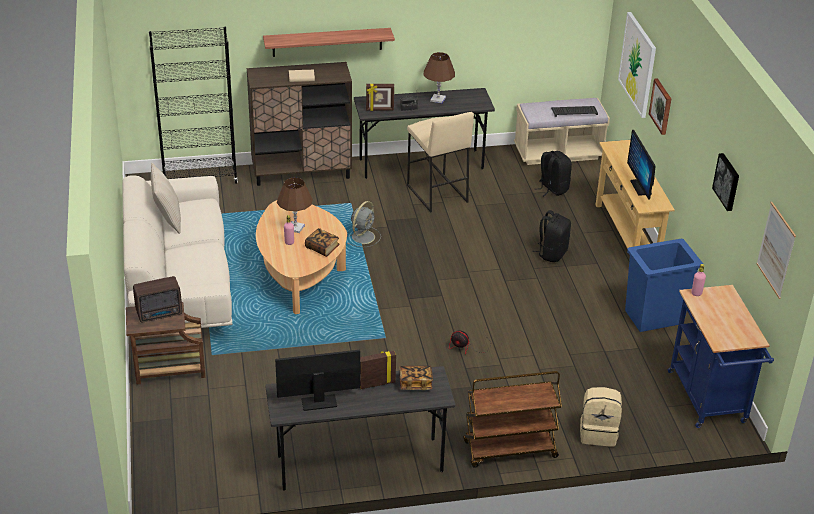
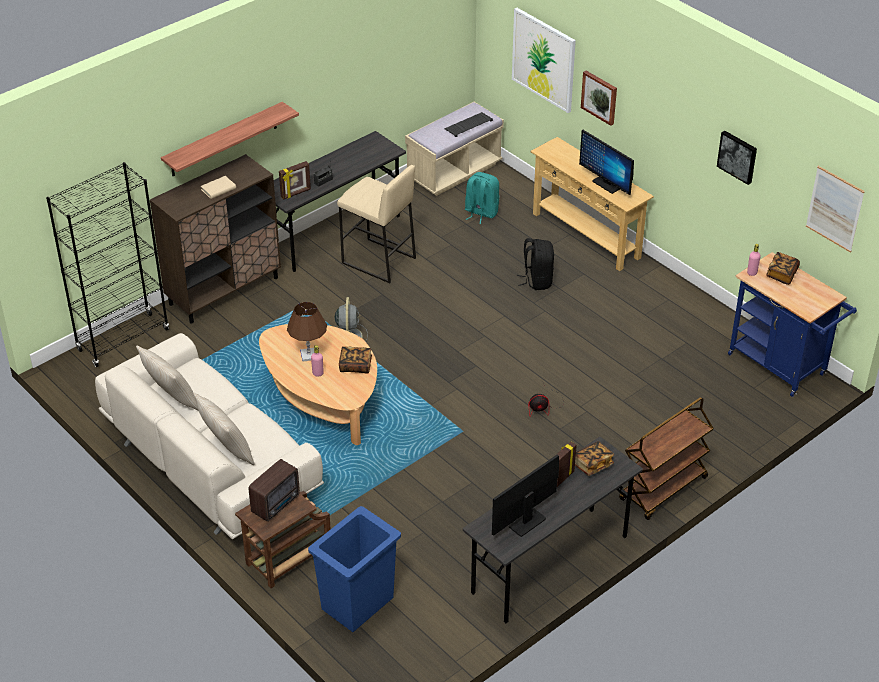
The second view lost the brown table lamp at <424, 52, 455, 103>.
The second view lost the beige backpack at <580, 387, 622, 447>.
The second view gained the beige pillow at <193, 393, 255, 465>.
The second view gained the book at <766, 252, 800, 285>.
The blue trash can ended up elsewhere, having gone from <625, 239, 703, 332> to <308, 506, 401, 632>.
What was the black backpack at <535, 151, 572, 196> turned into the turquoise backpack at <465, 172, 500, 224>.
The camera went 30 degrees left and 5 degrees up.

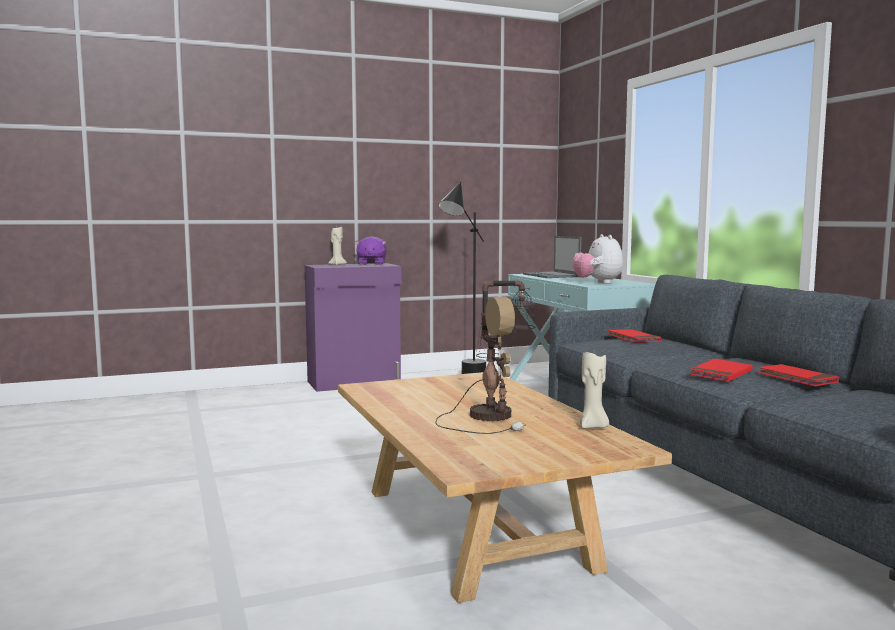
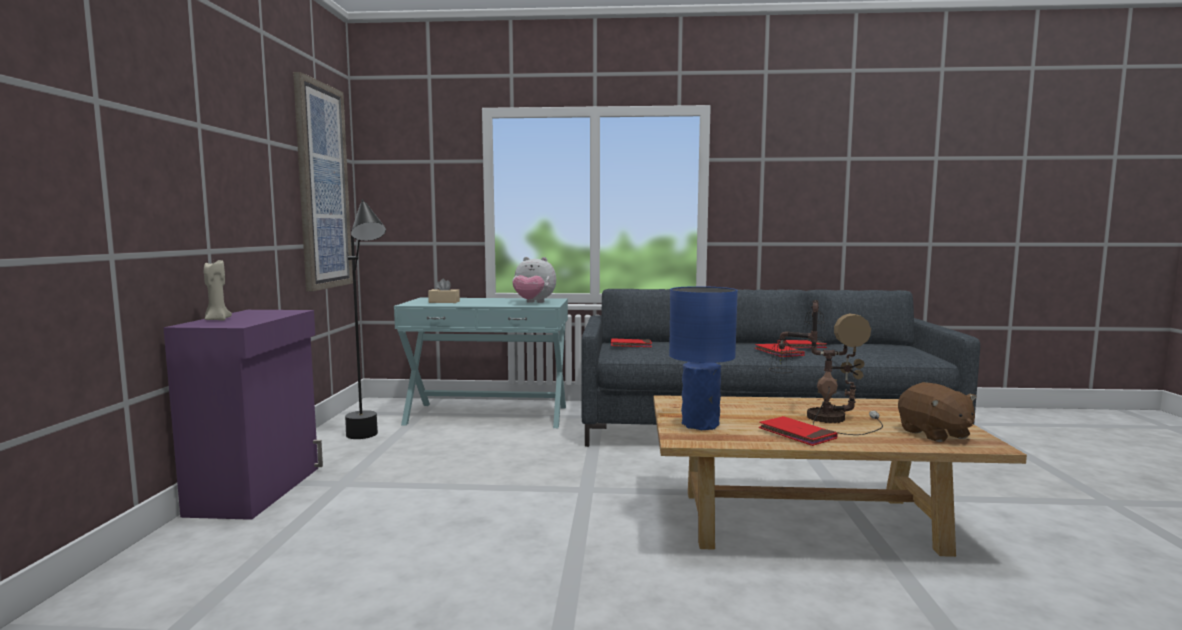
The second view lost the purple plush toy at <354, 236, 387, 265>.
The second view lost the beige candle at <580, 349, 609, 429>.
The second view gained the picture at <293, 72, 353, 291>.
The second view gained the blue table lamp at <669, 286, 738, 430>.
The second view gained the red book at <759, 416, 838, 446>.
The second view gained the brown plush toy at <898, 382, 976, 442>.
Where the laptop stood at <523, 236, 581, 278>, the beige tissue box came to stand at <428, 279, 460, 303>.
The camera went 65 degrees left and 0 degrees up.

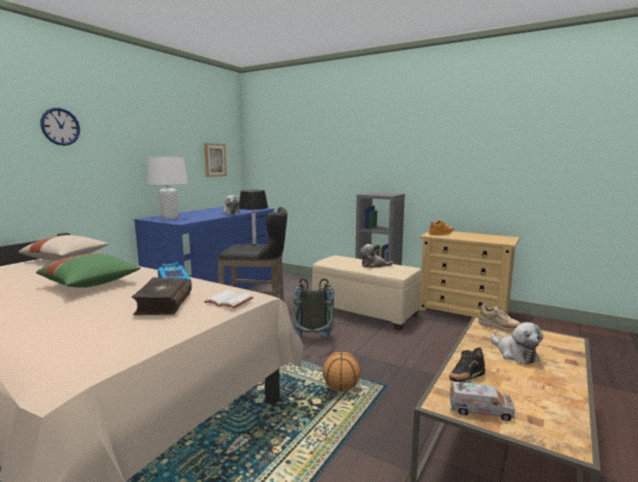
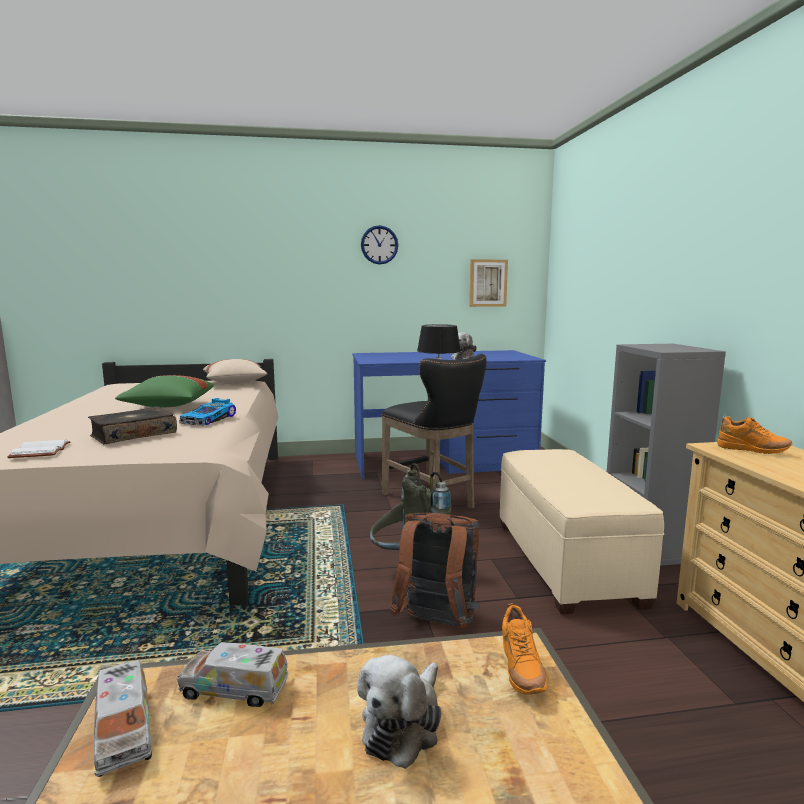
The second view lost the white table lamp at <147, 157, 188, 220>.
The second view lost the basketball at <322, 352, 361, 391>.
The second view lost the plush toy at <360, 244, 394, 268>.
The second view gained the brown backpack at <390, 513, 480, 628>.
The wall clock ended up elsewhere, having gone from <40, 108, 80, 146> to <361, 225, 398, 264>.
The white book ended up elsewhere, having gone from <204, 290, 254, 308> to <7, 440, 70, 458>.
Where the black shoe stood at <449, 347, 485, 383>, the toy truck came to stand at <178, 642, 289, 707>.
What was the beige shoe at <478, 305, 521, 331> turned into the orange shoe at <502, 603, 547, 694>.
The camera went 50 degrees right and 0 degrees up.

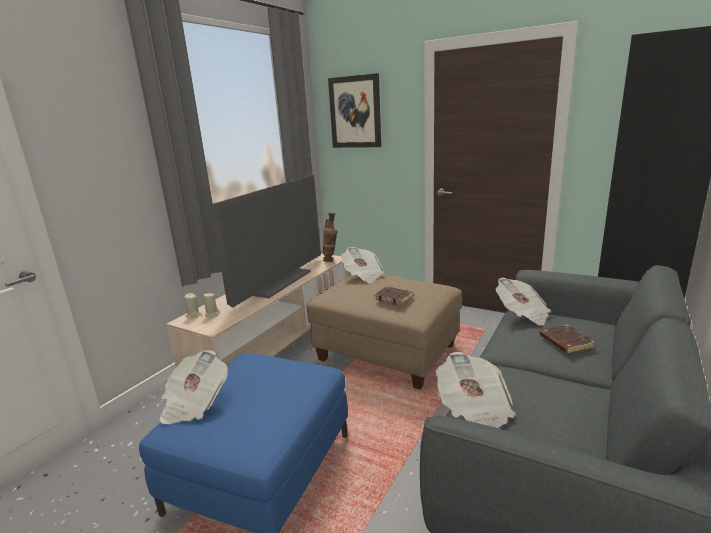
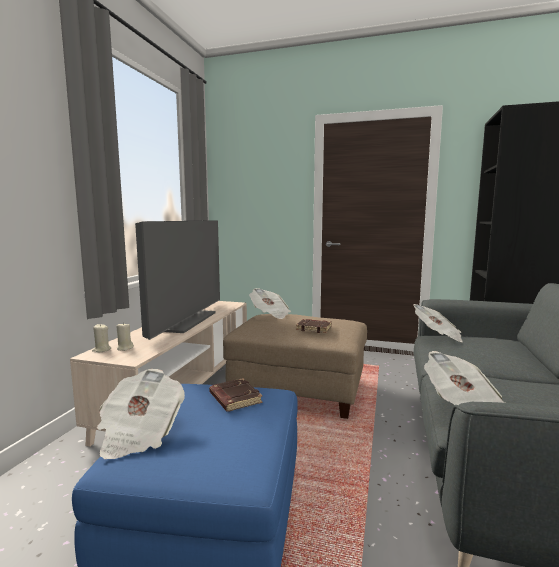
The second view lost the vase at <323, 213, 338, 262>.
The second view lost the picture at <328, 73, 381, 148>.
The brown book ended up elsewhere, having gone from <540, 324, 595, 354> to <209, 378, 263, 412>.
The camera went 15 degrees left and 10 degrees down.

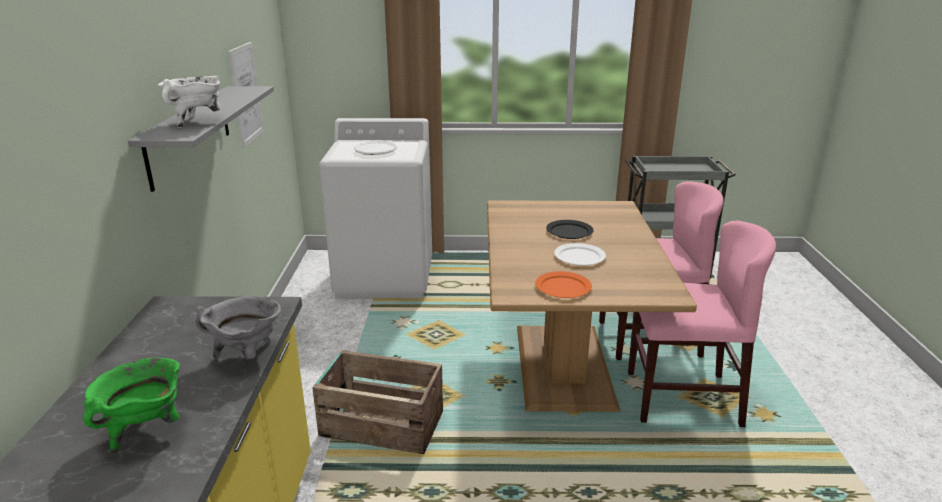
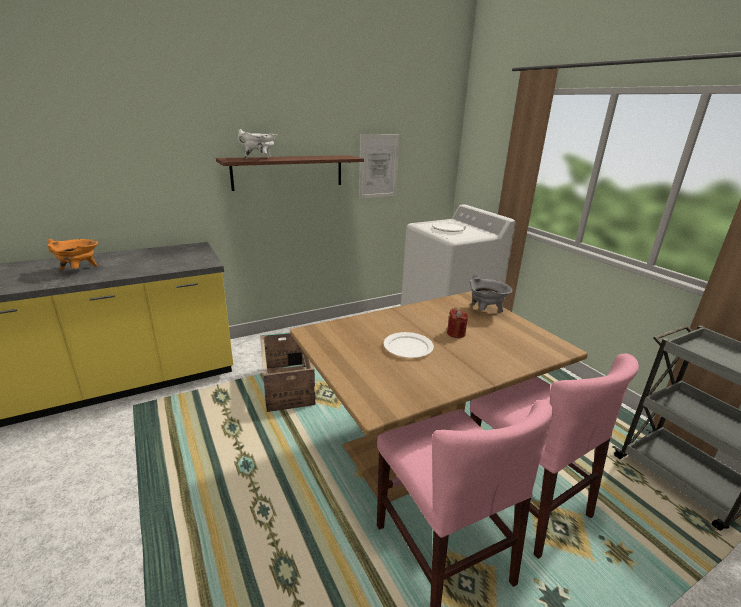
The second view lost the orange plate at <535, 271, 592, 298>.
The grey cooking pot ended up elsewhere, having gone from <195, 296, 281, 359> to <469, 274, 513, 312>.
Where the black plate stood at <546, 220, 594, 239>, the red candle came to stand at <447, 309, 468, 338>.
What was the green cooking pot at <83, 358, 180, 454> turned into the orange cooking pot at <47, 239, 98, 271>.
What was the grey shelf at <128, 86, 274, 192> turned into the brown shelf at <216, 155, 364, 191>.
The camera went 60 degrees right and 0 degrees up.

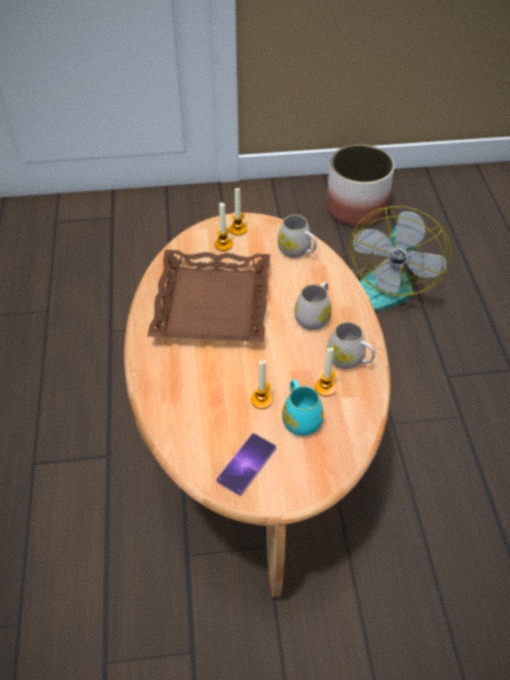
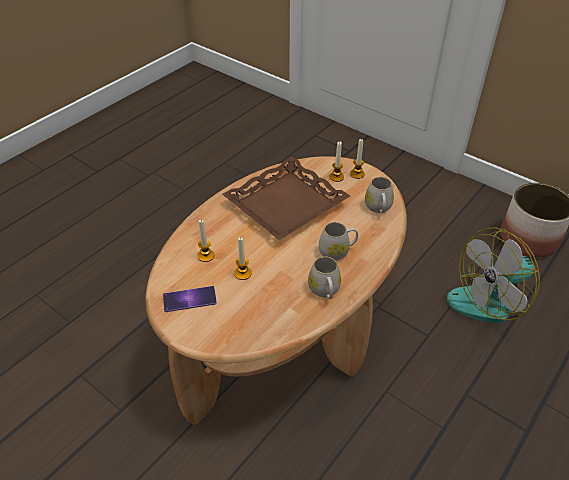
The second view lost the turquoise mug at <282, 380, 324, 436>.
The candle ended up elsewhere, having gone from <315, 347, 337, 396> to <198, 220, 214, 262>.
The camera went 45 degrees right and 5 degrees down.

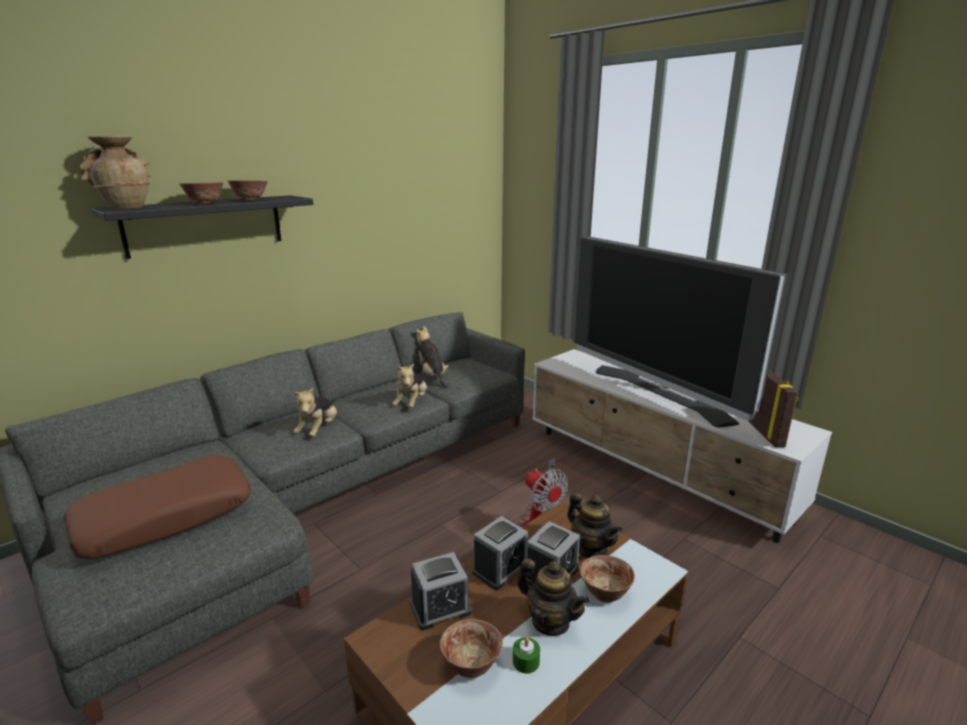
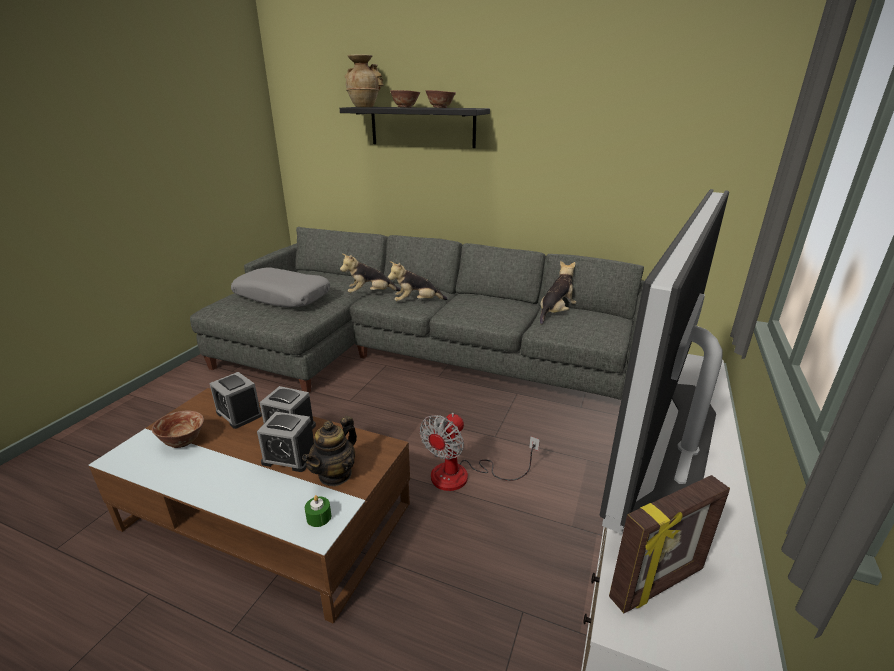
The second view lost the teapot at <517, 558, 590, 636>.
The second view lost the bowl at <580, 555, 635, 603>.
The plush toy ended up elsewhere, having gone from <392, 363, 427, 408> to <340, 254, 401, 293>.
The green candle ended up elsewhere, having gone from <513, 637, 540, 674> to <305, 495, 331, 527>.
What was the brown pillow at <64, 455, 250, 559> turned into the grey pillow at <231, 267, 330, 307>.
The camera went 65 degrees right and 5 degrees up.

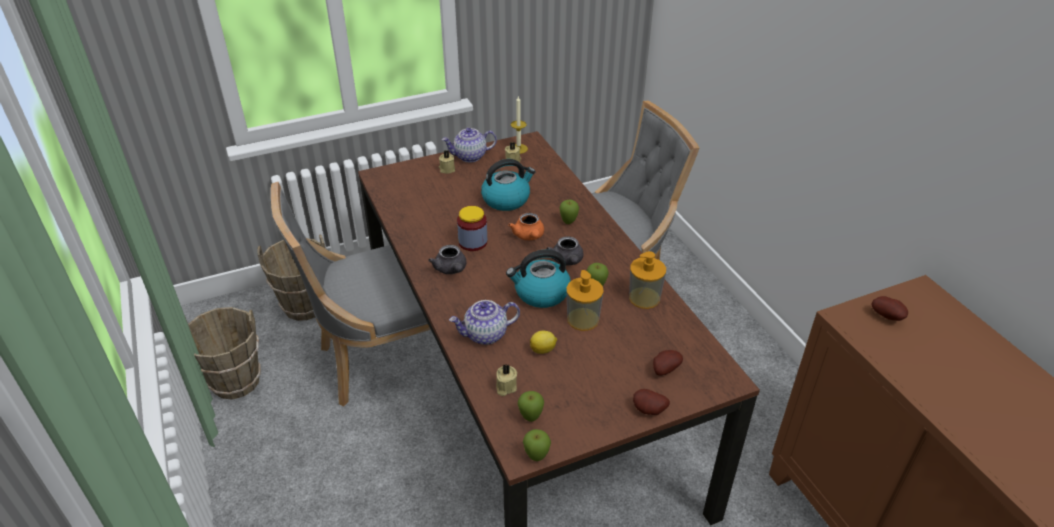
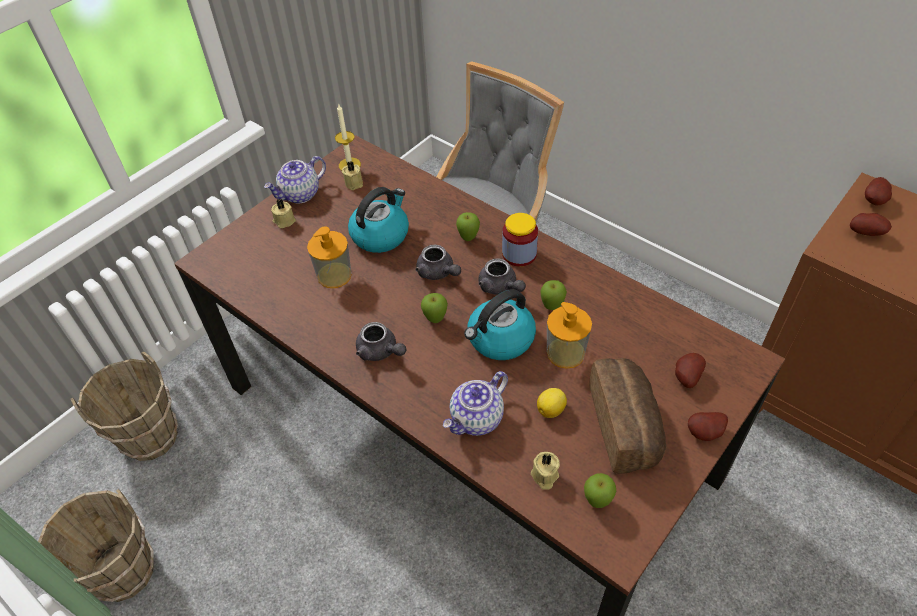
The second view lost the grey chair at <271, 182, 431, 407>.
The second view gained the bread at <589, 358, 666, 474>.
The second view gained the potato at <865, 177, 892, 205>.
The jar ended up elsewhere, having gone from <457, 206, 487, 251> to <502, 213, 538, 267>.
The apple ended up elsewhere, having gone from <523, 429, 551, 461> to <421, 293, 448, 323>.
The soap dispenser ended up elsewhere, having gone from <629, 251, 666, 309> to <307, 227, 352, 288>.
What was the orange teapot at <508, 213, 544, 240> turned into the grey teapot at <415, 245, 461, 280>.
The camera went 25 degrees left and 10 degrees up.

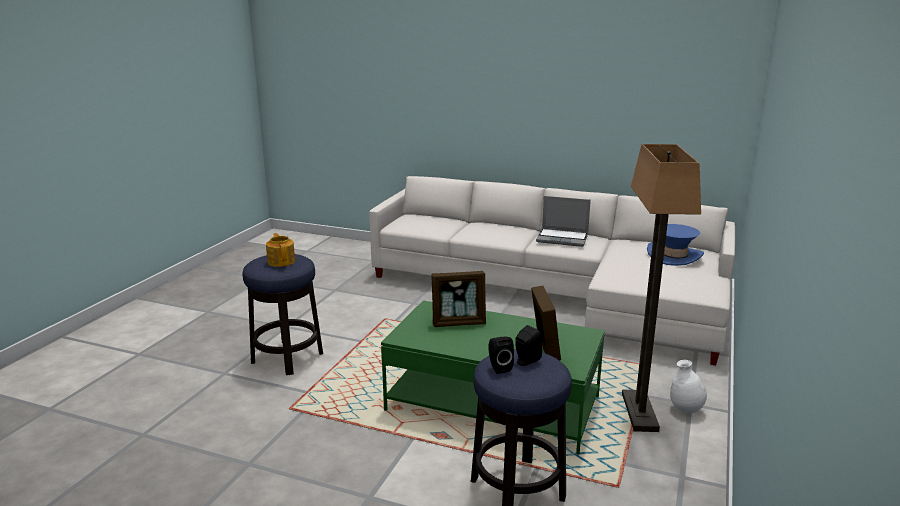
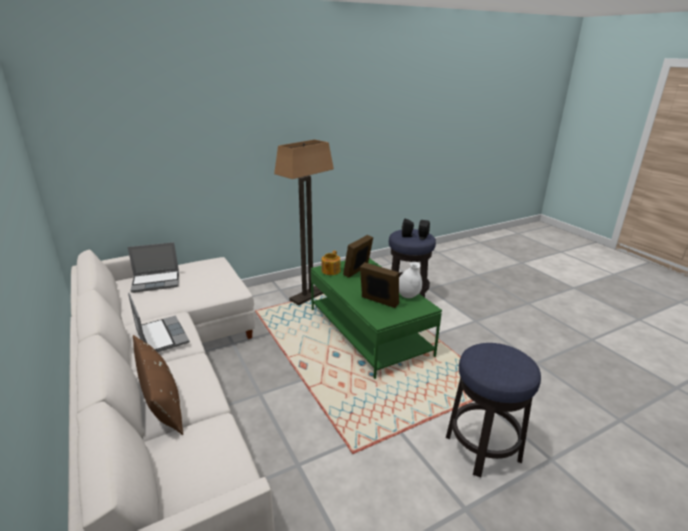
The second view gained the brown pillow at <133, 335, 183, 435>.
The teapot ended up elsewhere, having gone from <266, 233, 295, 267> to <322, 251, 340, 275>.
The white vase ended up elsewhere, having gone from <670, 360, 707, 413> to <399, 262, 422, 298>.
Where the blue hat stood at <647, 224, 704, 266>, the laptop came to stand at <128, 242, 179, 293>.
The camera went 140 degrees left and 5 degrees up.

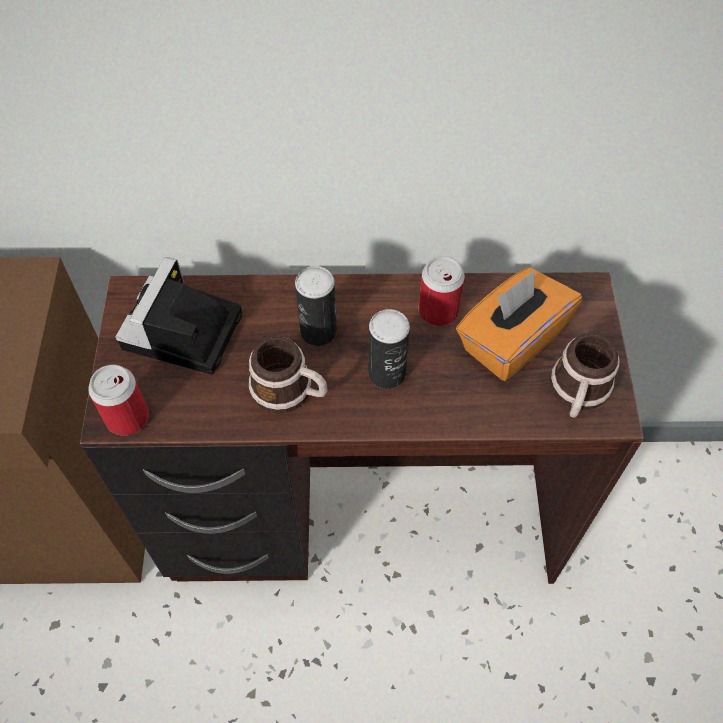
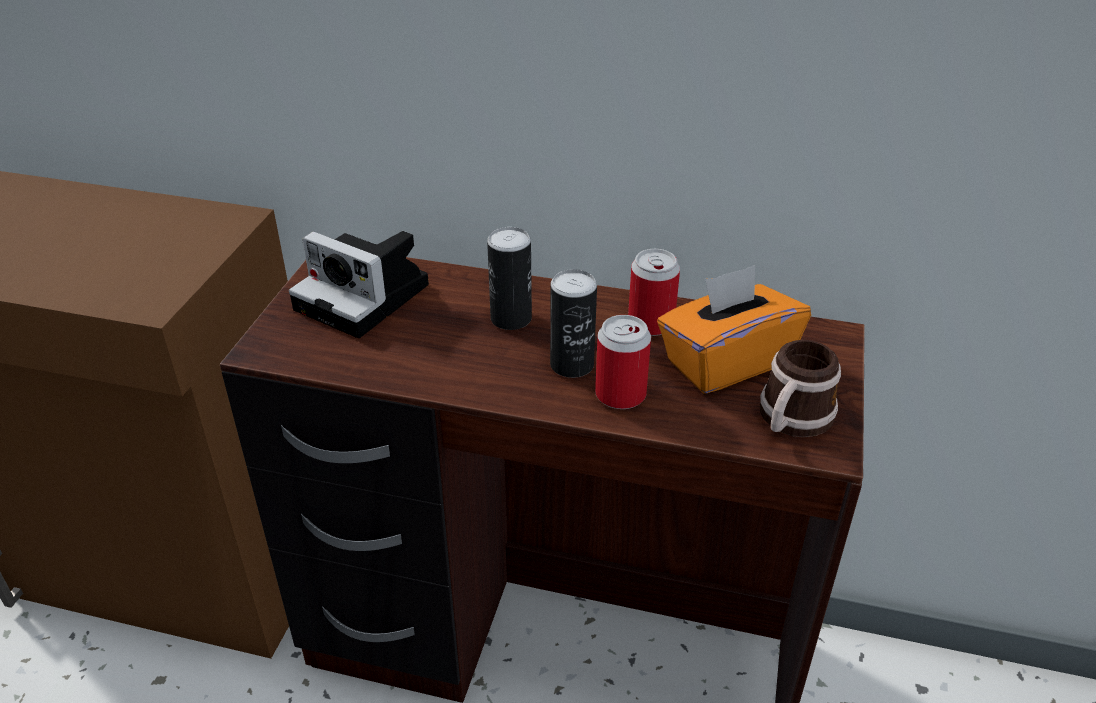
The second view lost the mug at <249, 337, 328, 414>.
The can ended up elsewhere, having gone from <88, 364, 149, 435> to <595, 315, 651, 409>.
The photo camera at <115, 257, 242, 375> ended up facing another way, 90 degrees counterclockwise from before.
The camera went 15 degrees right and 20 degrees down.

